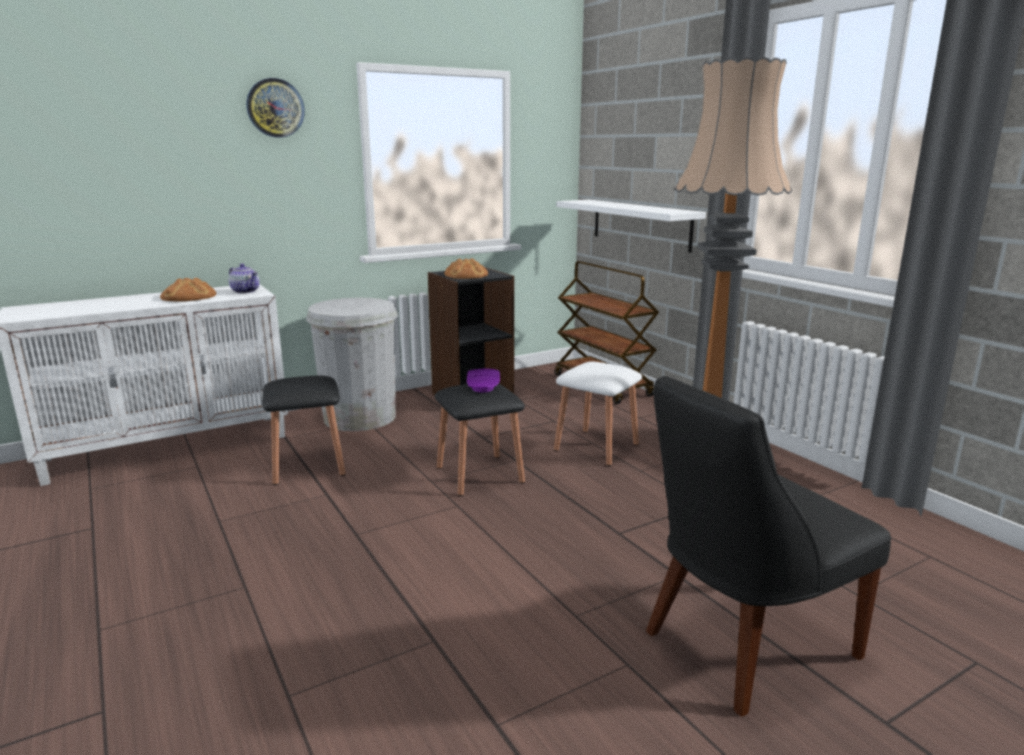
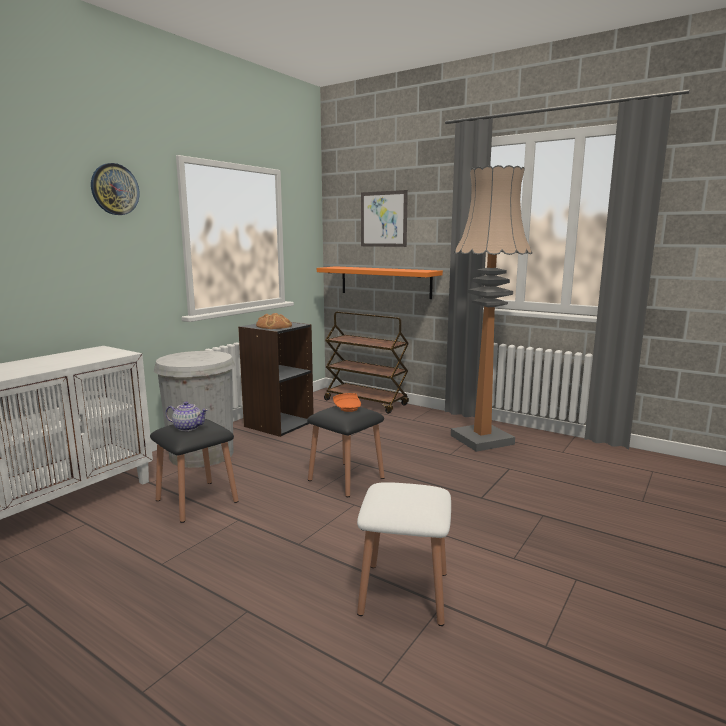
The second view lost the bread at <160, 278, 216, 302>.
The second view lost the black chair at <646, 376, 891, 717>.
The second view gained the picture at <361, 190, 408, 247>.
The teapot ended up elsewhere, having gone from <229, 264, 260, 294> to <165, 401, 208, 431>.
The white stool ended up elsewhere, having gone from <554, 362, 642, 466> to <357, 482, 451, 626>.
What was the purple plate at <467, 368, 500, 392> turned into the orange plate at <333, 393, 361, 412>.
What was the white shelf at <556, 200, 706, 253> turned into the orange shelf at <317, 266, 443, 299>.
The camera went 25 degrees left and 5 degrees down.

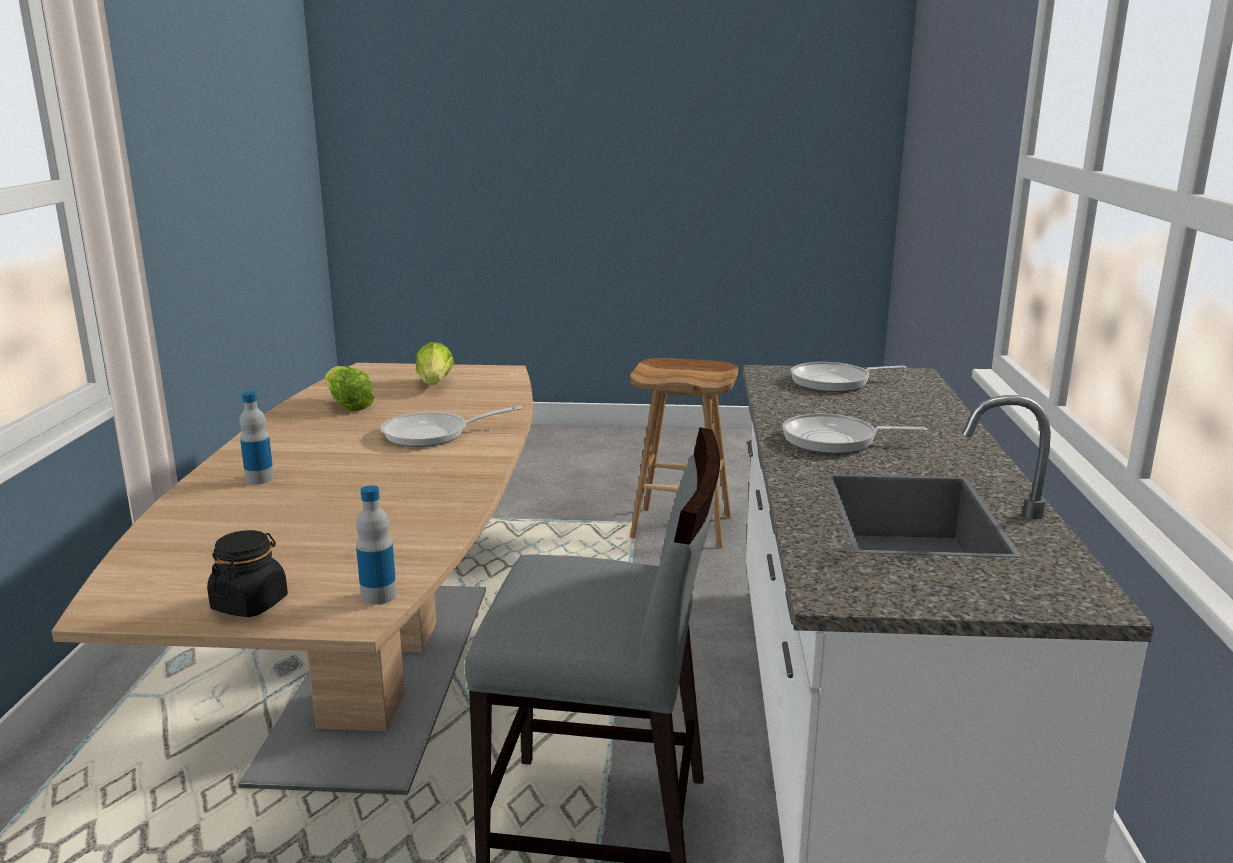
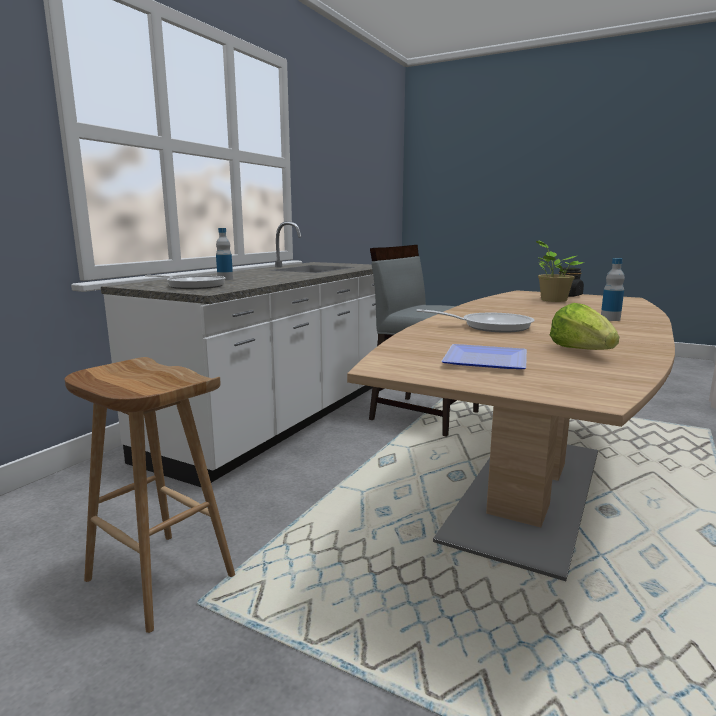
The second view lost the frying pan at <783, 414, 927, 454>.
The second view gained the potted plant at <536, 240, 584, 302>.
The bottle ended up elsewhere, having gone from <356, 485, 397, 605> to <216, 228, 233, 280>.
Where the lettuce stood at <416, 342, 454, 385>, the plate came to stand at <441, 344, 527, 369>.
The camera went 155 degrees left and 5 degrees down.

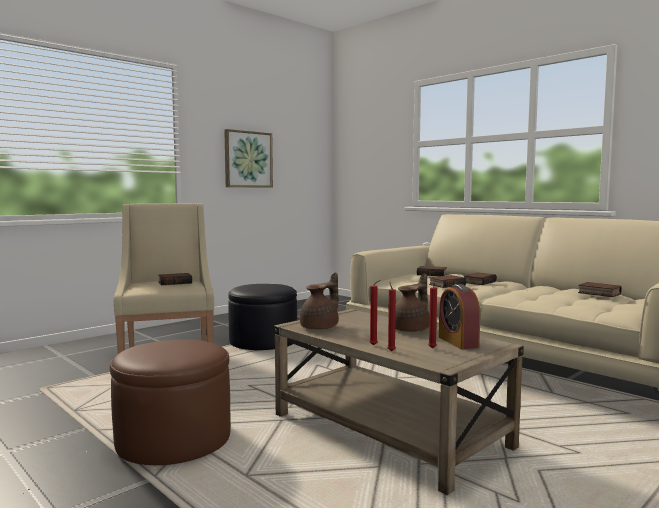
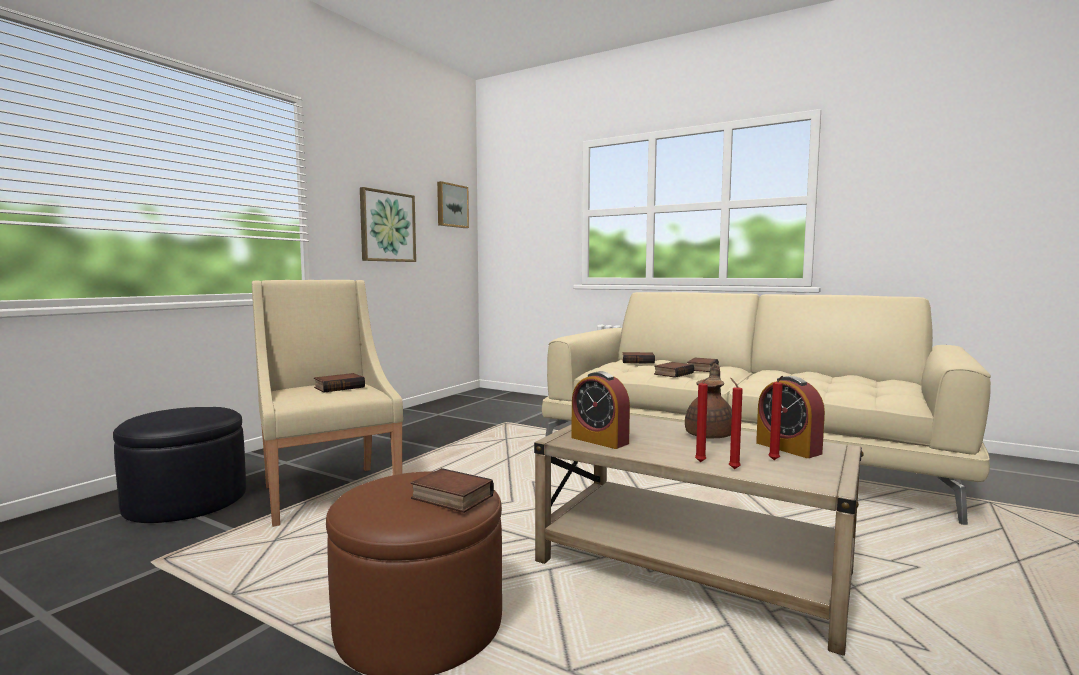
The second view gained the picture at <437, 181, 469, 228>.
The black ottoman ended up elsewhere, having gone from <228, 284, 297, 350> to <113, 407, 246, 523>.
The book ended up elsewhere, having gone from <578, 282, 622, 297> to <411, 468, 494, 513>.
Where the brown teapot stood at <300, 272, 339, 330>, the alarm clock came to stand at <571, 371, 630, 449>.
The camera went 15 degrees left and 0 degrees up.

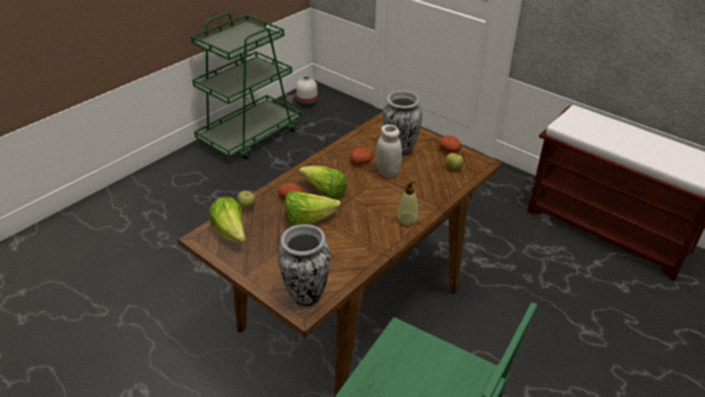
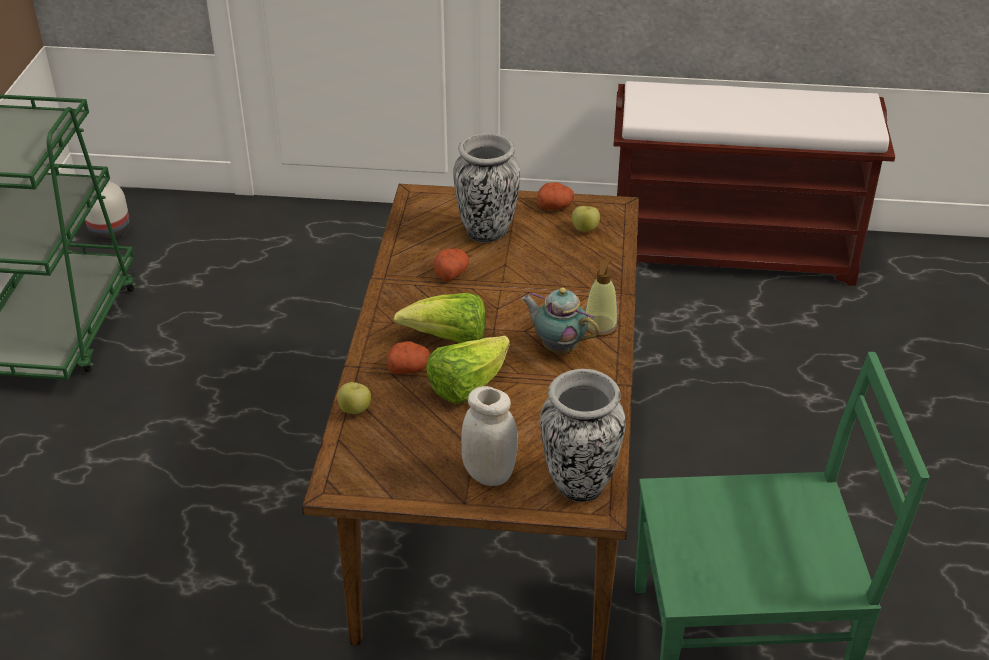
The second view lost the lettuce at <209, 197, 246, 243>.
The second view gained the teapot at <521, 288, 600, 353>.
The white jar ended up elsewhere, having gone from <376, 124, 402, 178> to <461, 386, 517, 486>.
The camera went 35 degrees left and 0 degrees up.

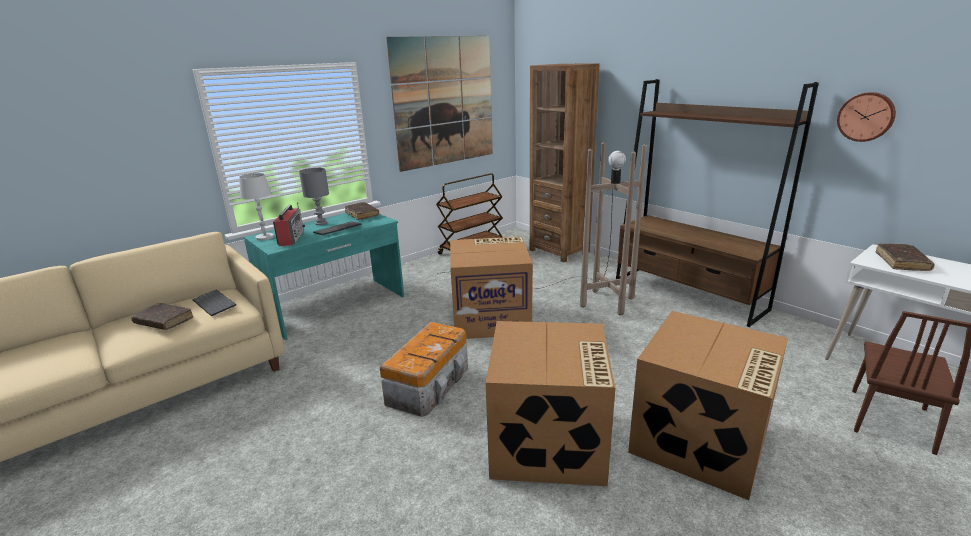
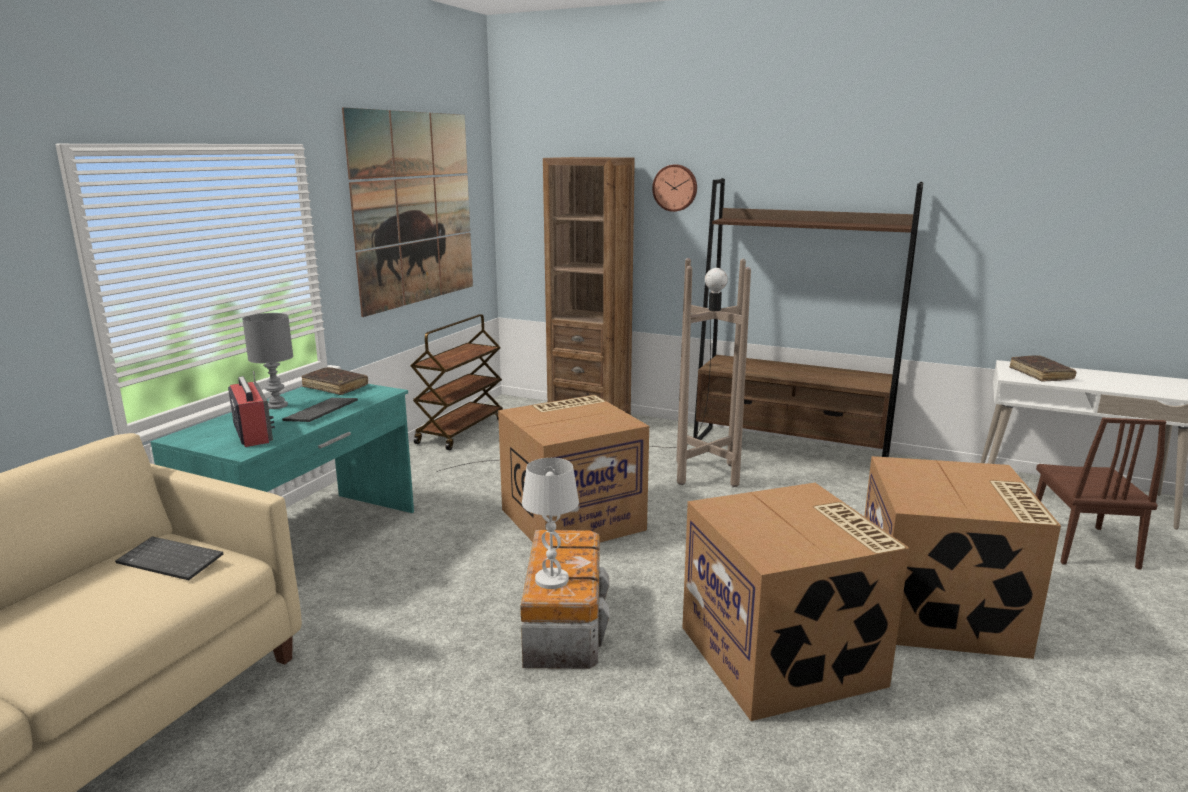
The second view lost the brown book at <131, 303, 193, 330>.
The white table lamp ended up elsewhere, having gone from <239, 173, 274, 241> to <522, 458, 579, 589>.
The wall clock ended up elsewhere, having gone from <837, 92, 896, 142> to <652, 164, 697, 212>.
The camera went 25 degrees left and 5 degrees down.

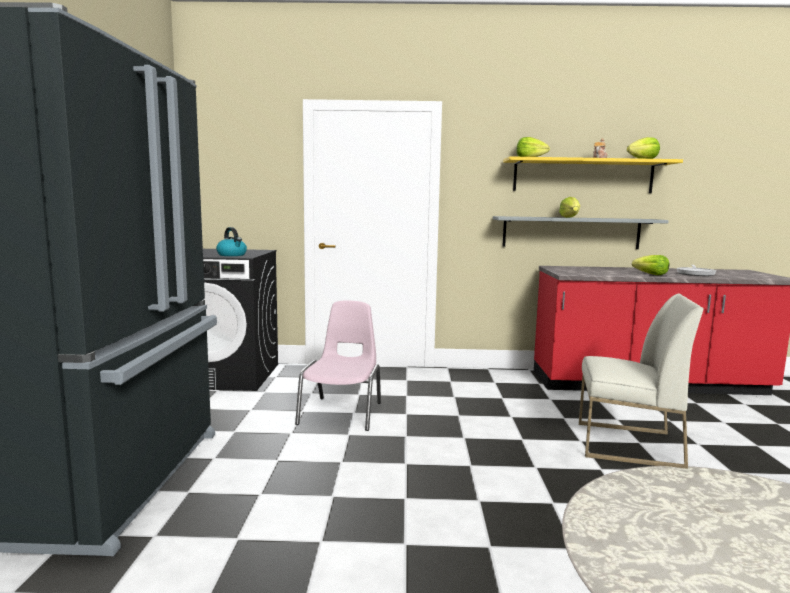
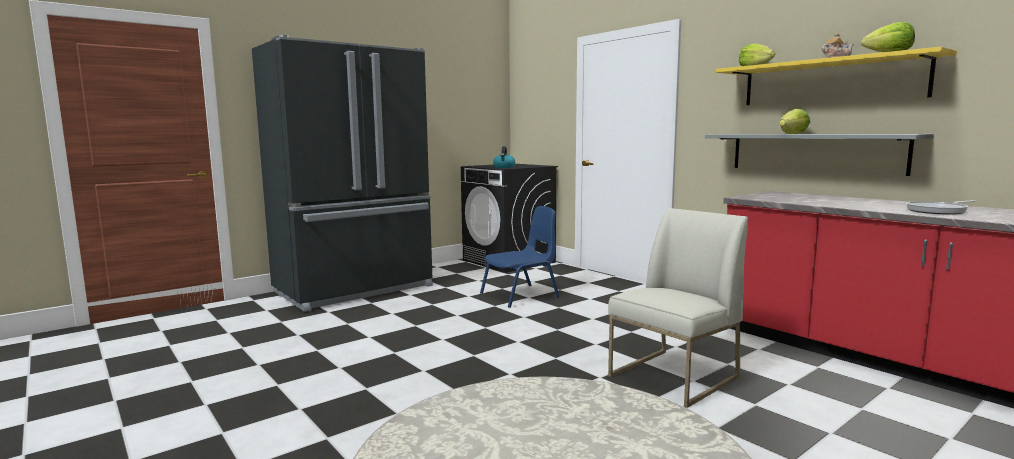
The second view lost the lettuce at <632, 255, 670, 275>.
What was the pink chair at <295, 300, 381, 431> turned into the blue chair at <480, 206, 560, 308>.
The white chair at <579, 294, 704, 469> ended up facing another way, 105 degrees counterclockwise from before.
The camera went 50 degrees right and 0 degrees up.

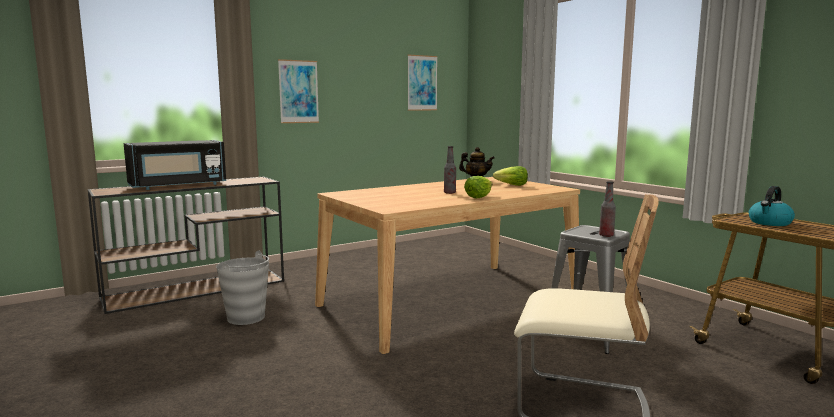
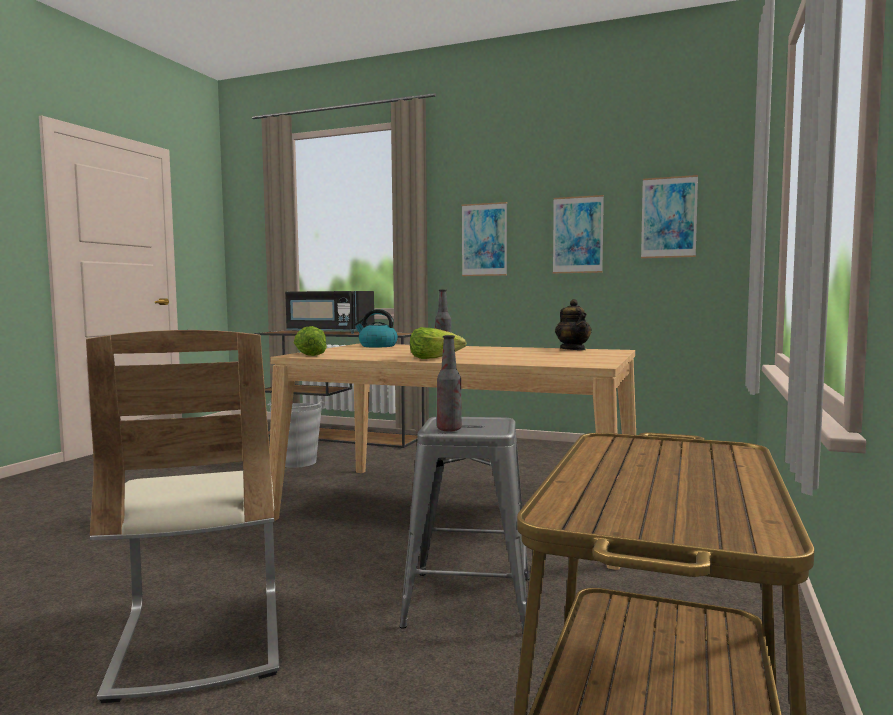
The second view gained the picture at <553, 195, 604, 273>.
The lettuce ended up elsewhere, having gone from <493, 166, 528, 186> to <294, 326, 327, 356>.
The kettle ended up elsewhere, having gone from <749, 186, 795, 226> to <354, 309, 398, 348>.
The camera went 55 degrees right and 5 degrees down.

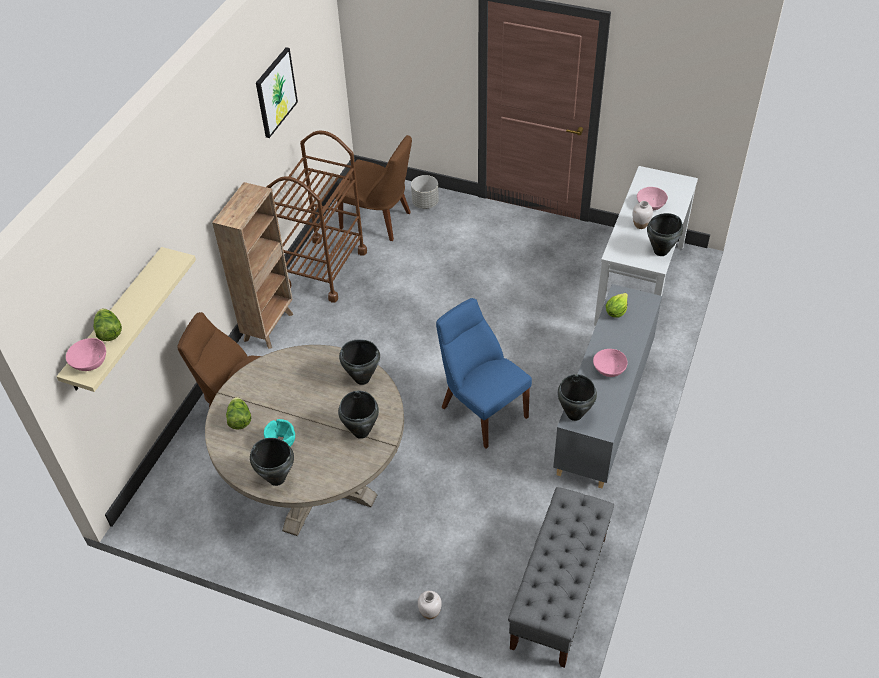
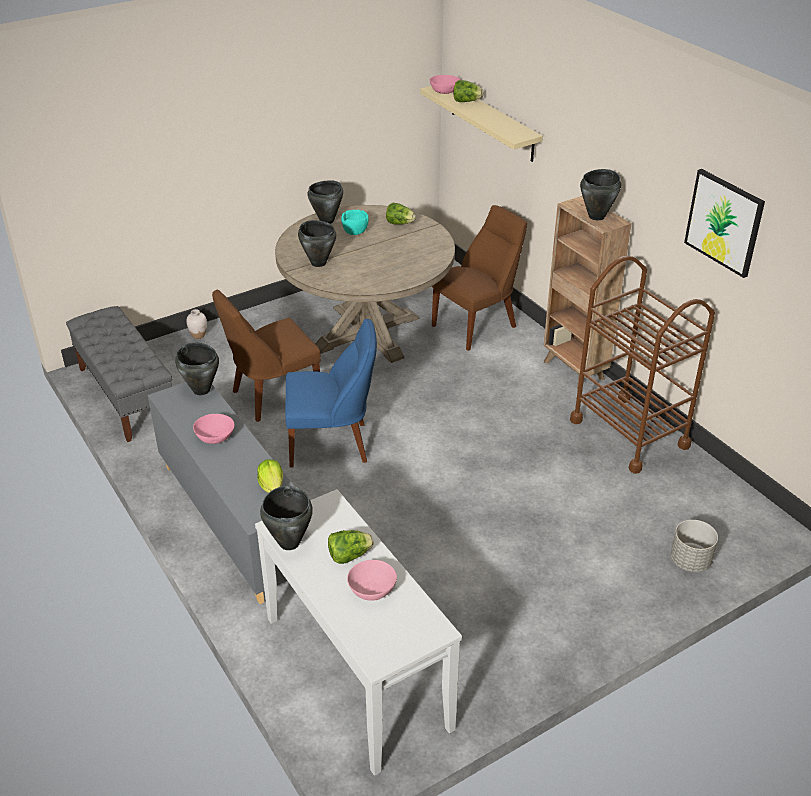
The brown chair ended up elsewhere, having gone from <335, 135, 412, 241> to <212, 289, 321, 422>.
The black cooking pot ended up elsewhere, having gone from <339, 339, 380, 385> to <580, 169, 621, 220>.
Where the white vase stood at <633, 201, 653, 229>, the lettuce came to stand at <328, 530, 374, 564>.
The camera went 125 degrees right and 10 degrees down.

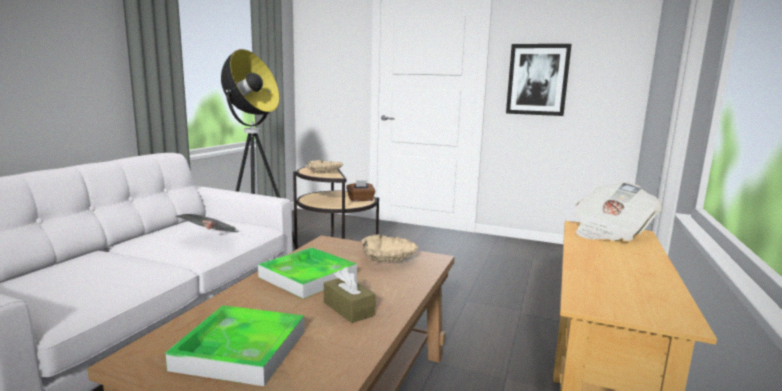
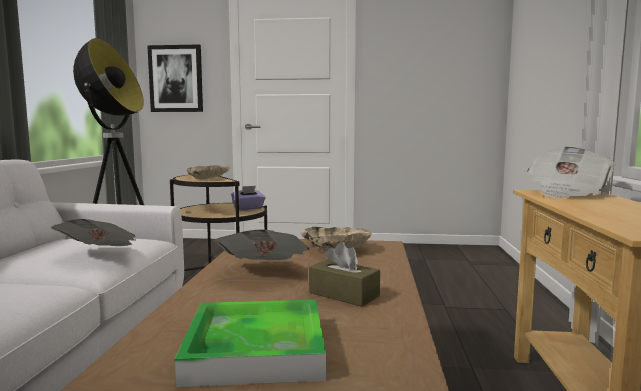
The picture ended up elsewhere, having gone from <506, 44, 572, 116> to <147, 45, 203, 112>.
Where the tray stood at <258, 247, 357, 299>, the newspaper came to stand at <213, 229, 310, 260>.
What was the brown tissue box at <346, 180, 376, 202> turned into the purple tissue box at <231, 186, 266, 210>.
The camera went 15 degrees left and 5 degrees down.

